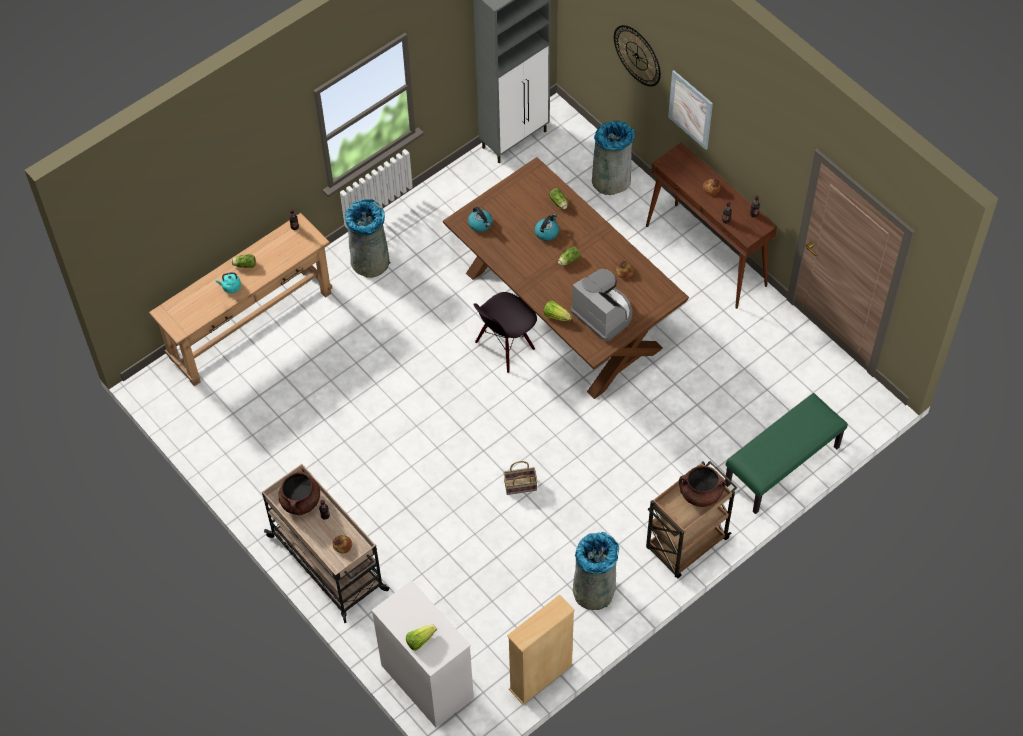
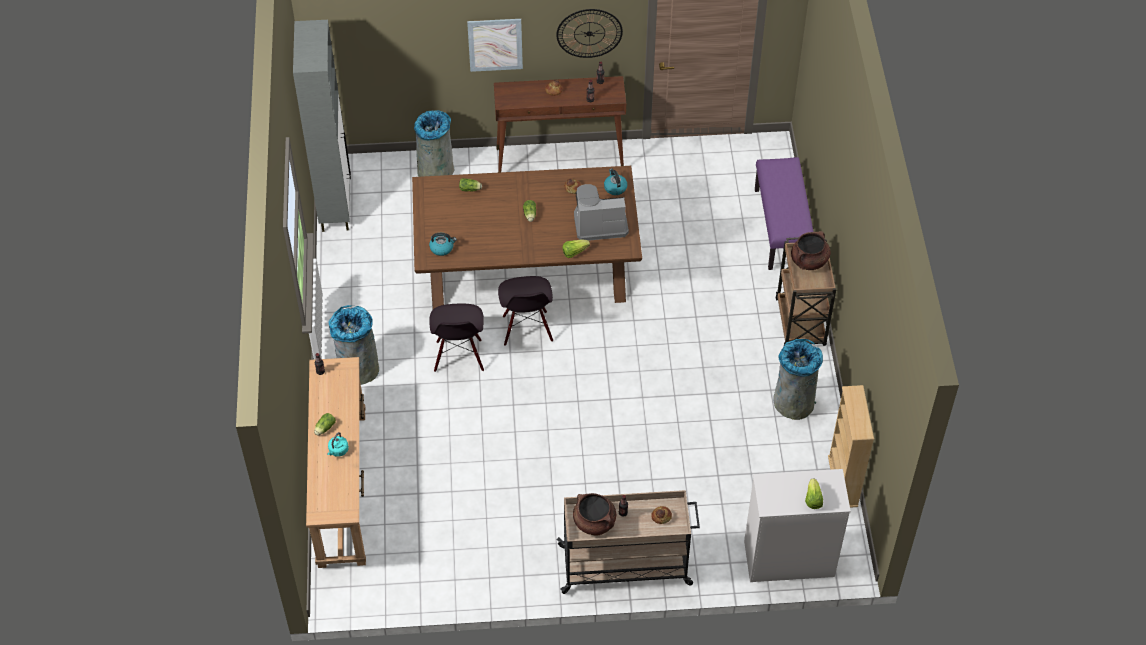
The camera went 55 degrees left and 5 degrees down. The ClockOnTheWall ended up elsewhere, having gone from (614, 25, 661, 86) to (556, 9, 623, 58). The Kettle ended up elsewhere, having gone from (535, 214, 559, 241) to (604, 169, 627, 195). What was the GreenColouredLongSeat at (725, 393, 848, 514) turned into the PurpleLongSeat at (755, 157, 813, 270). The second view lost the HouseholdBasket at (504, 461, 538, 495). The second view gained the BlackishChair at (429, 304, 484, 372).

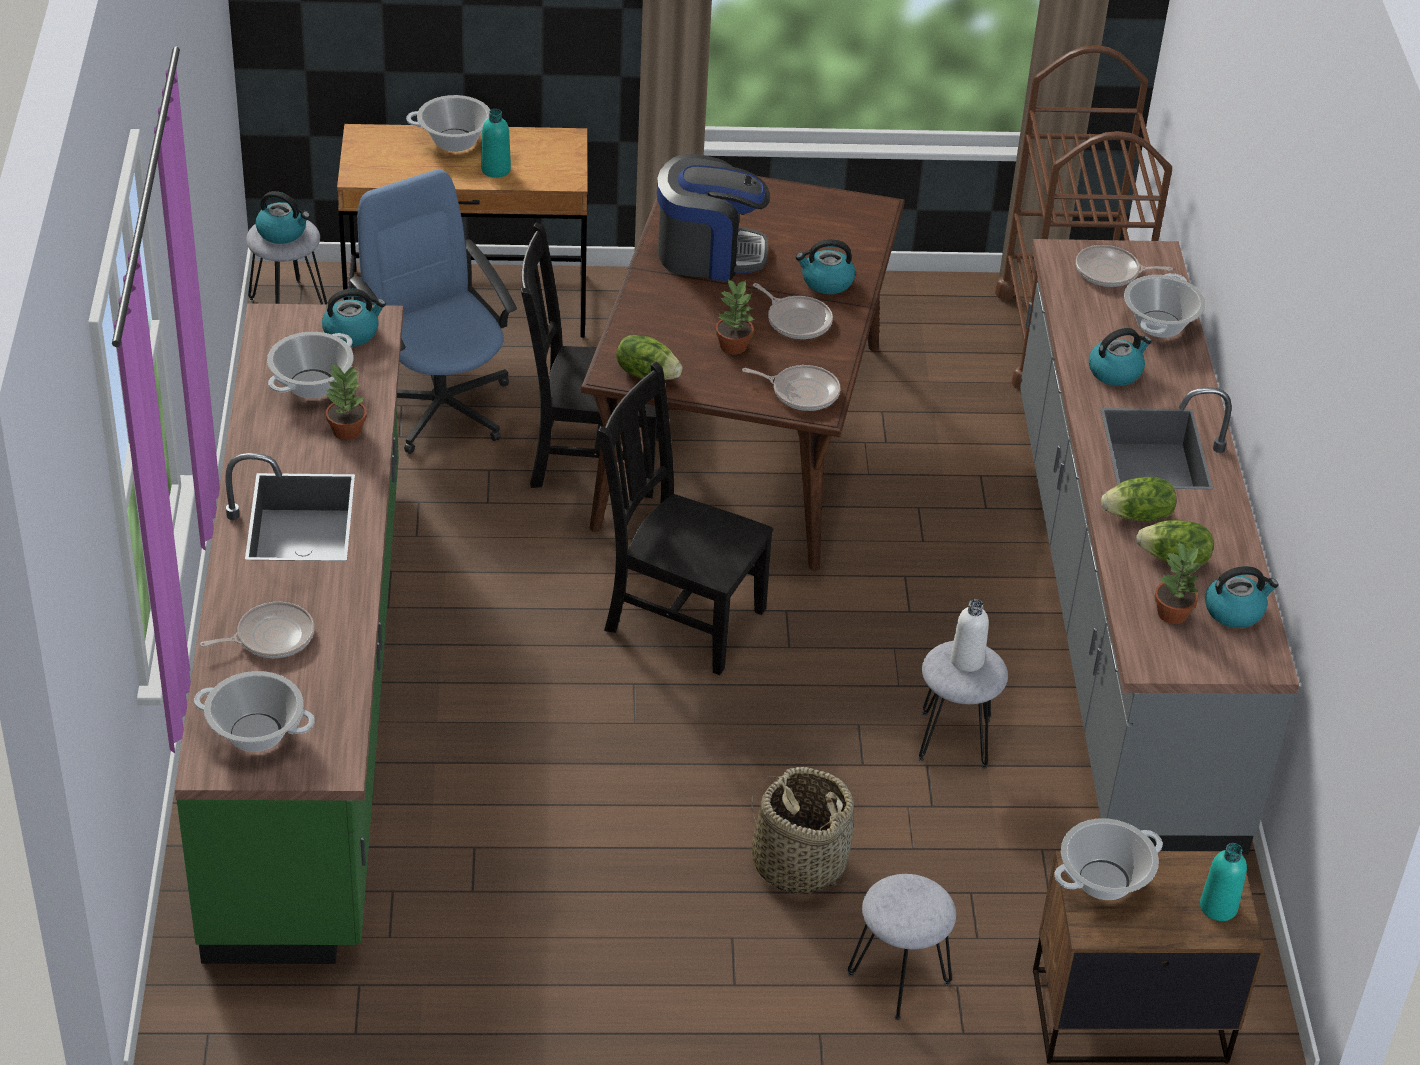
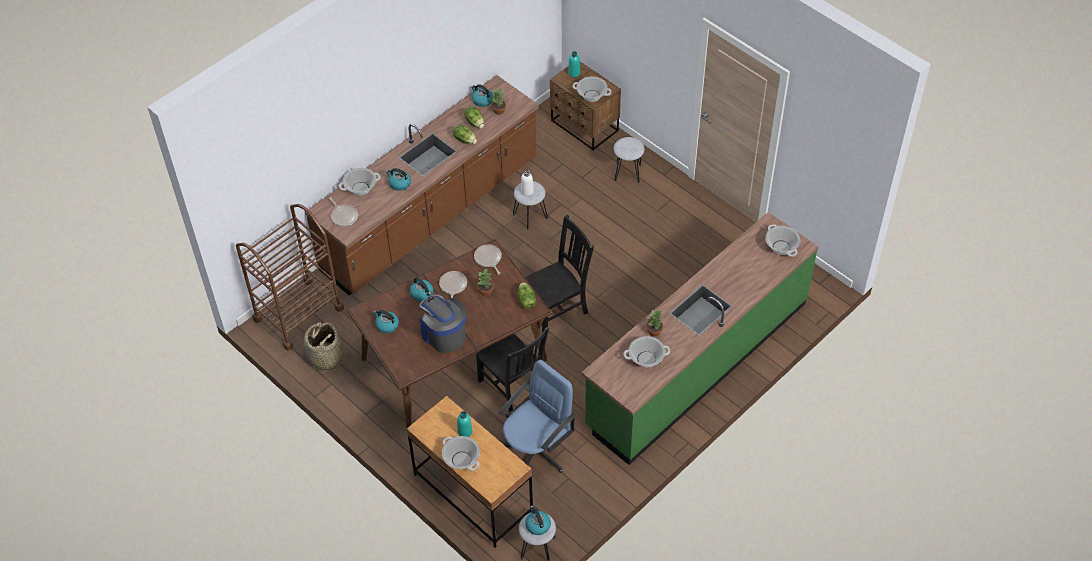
The camera went 130 degrees left and 10 degrees up. The BluishDeskChair at (349, 169, 517, 454) ended up facing another way, 150 degrees counterclockwise from before. What was the GrayCounter at (1020, 239, 1299, 854) turned into the BrownColouredCounter at (305, 75, 539, 295). The Kettle ended up elsewhere, having gone from (322, 289, 386, 347) to (373, 310, 399, 333). The BlackishChair at (598, 362, 774, 675) ended up facing another way, 105 degrees counterclockwise from before. The second view lost the Pan at (200, 602, 314, 658). The HouseholdBasket ended up elsewhere, having gone from (752, 767, 854, 894) to (304, 322, 344, 373).

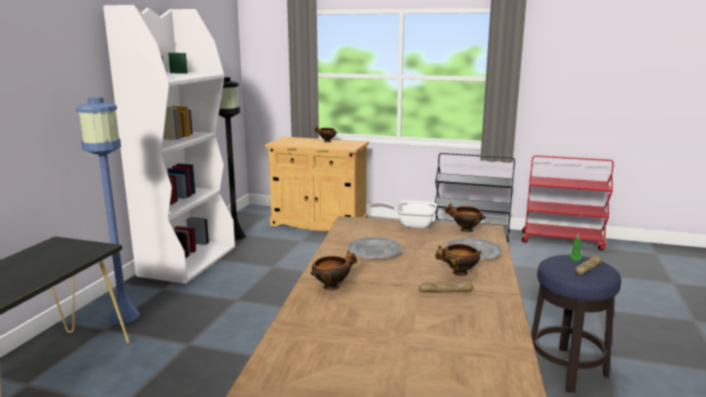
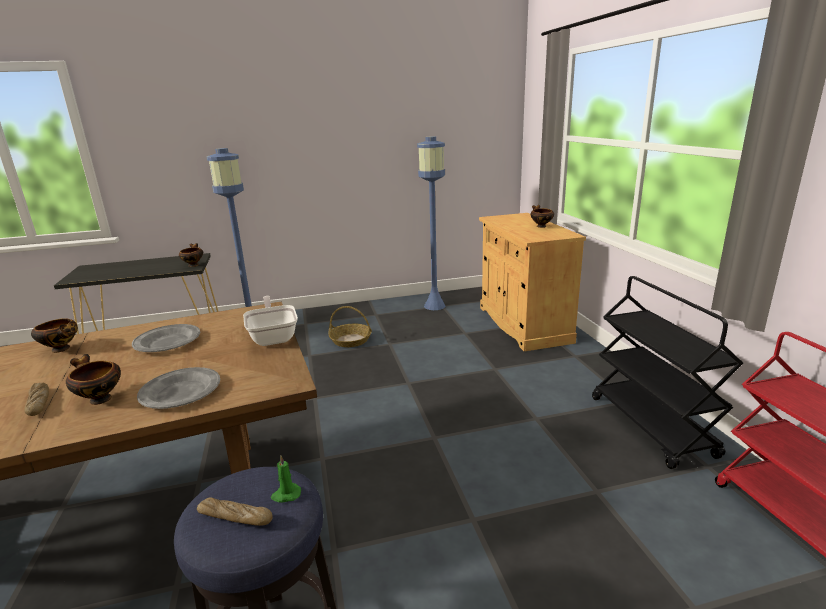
The camera went 60 degrees right and 5 degrees up. The second view lost the WhiteBookshelf at (103, 5, 235, 284). What was the BlackishFloorLamp at (219, 77, 246, 240) turned into the BluishFloorLamp at (417, 136, 445, 310). The Bowl ended up elsewhere, having gone from (445, 203, 486, 232) to (179, 243, 203, 267). The second view gained the HouseholdBasket at (328, 306, 372, 347).

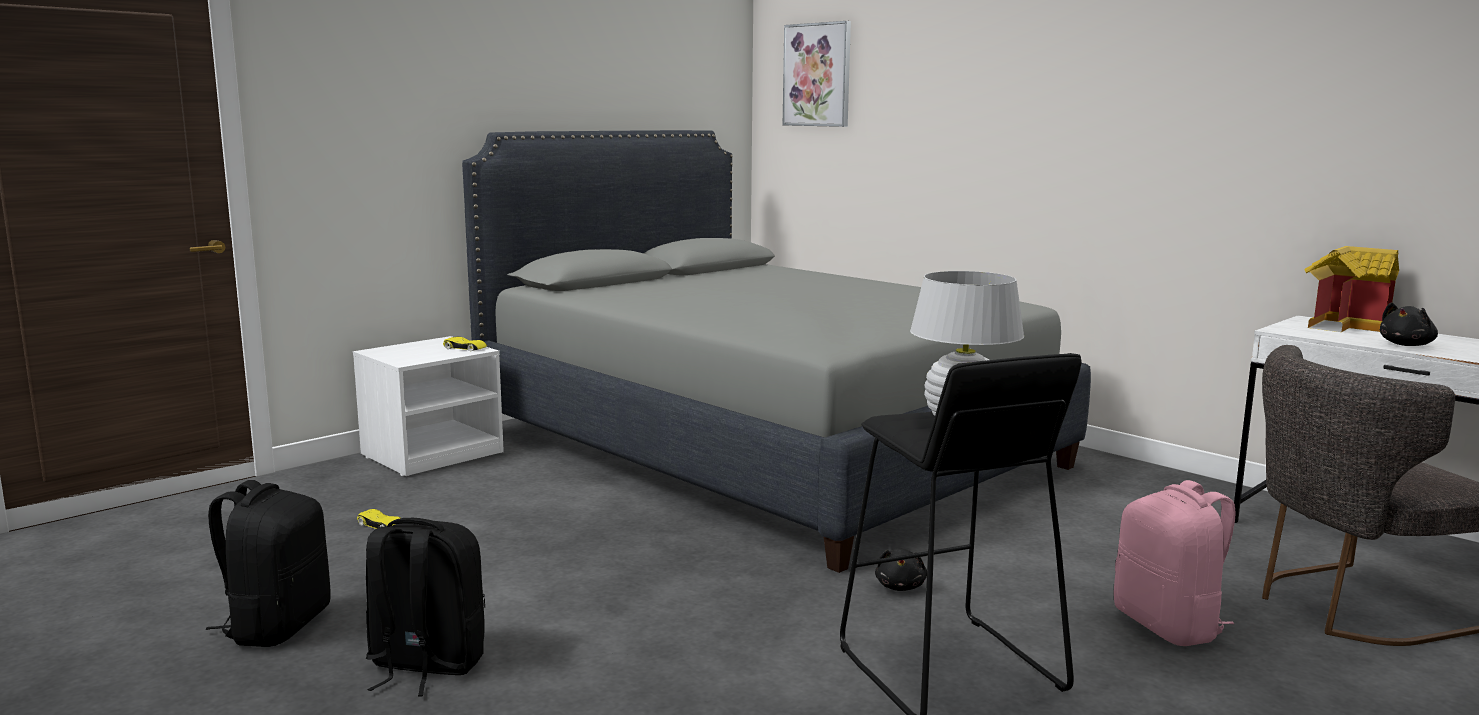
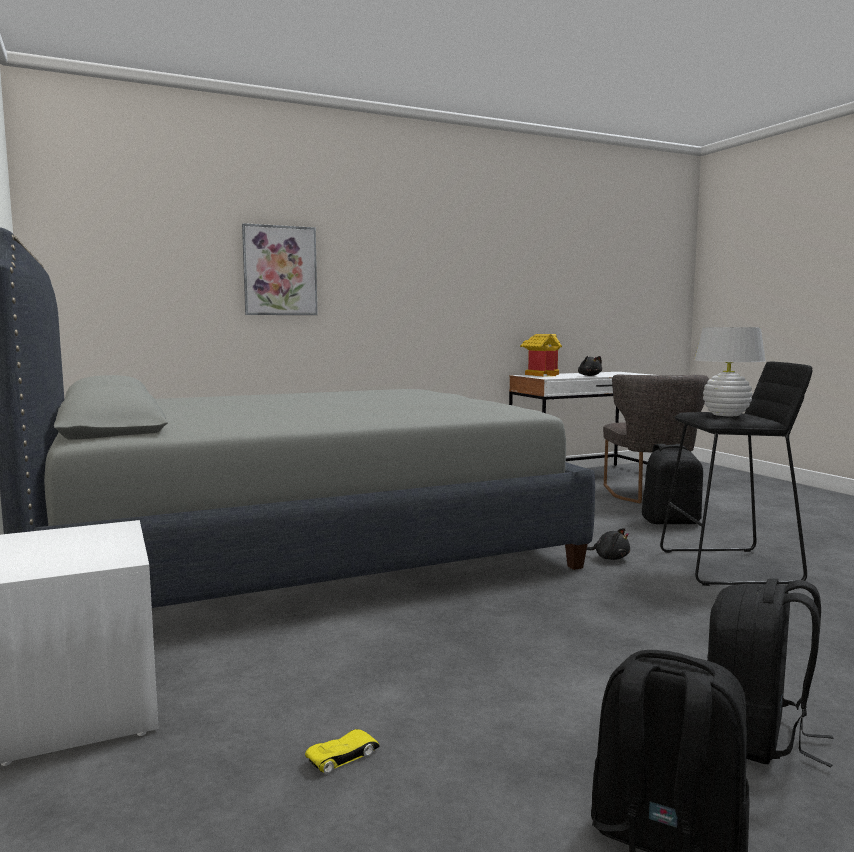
The camera went 70 degrees left and 5 degrees down. The WallArt ended up elsewhere, having gone from (783, 21, 851, 127) to (242, 223, 318, 315). The second view lost the YellowModelCar at (443, 337, 487, 351). What was the PinkishBackpack at (1114, 480, 1236, 646) turned into the BlackishBackpack at (642, 444, 703, 524).

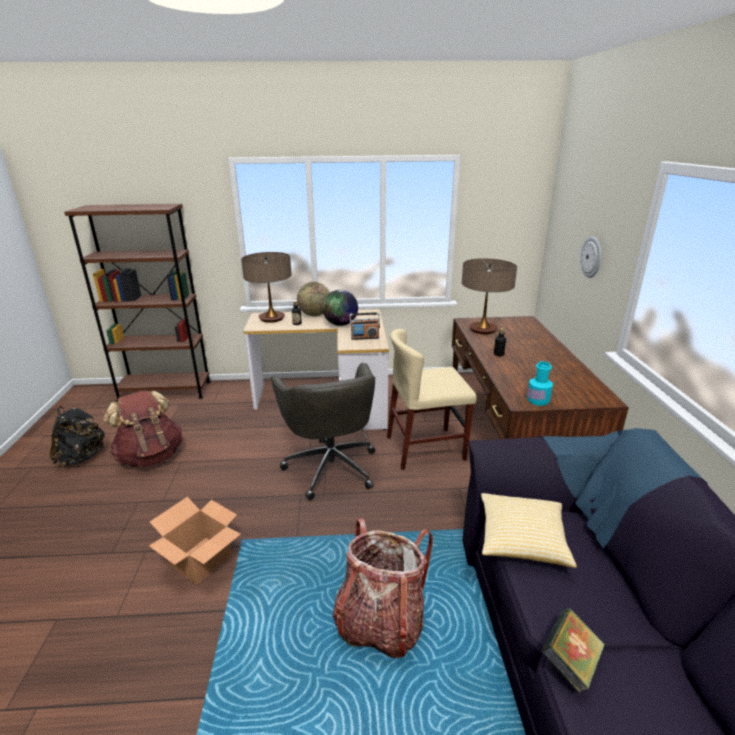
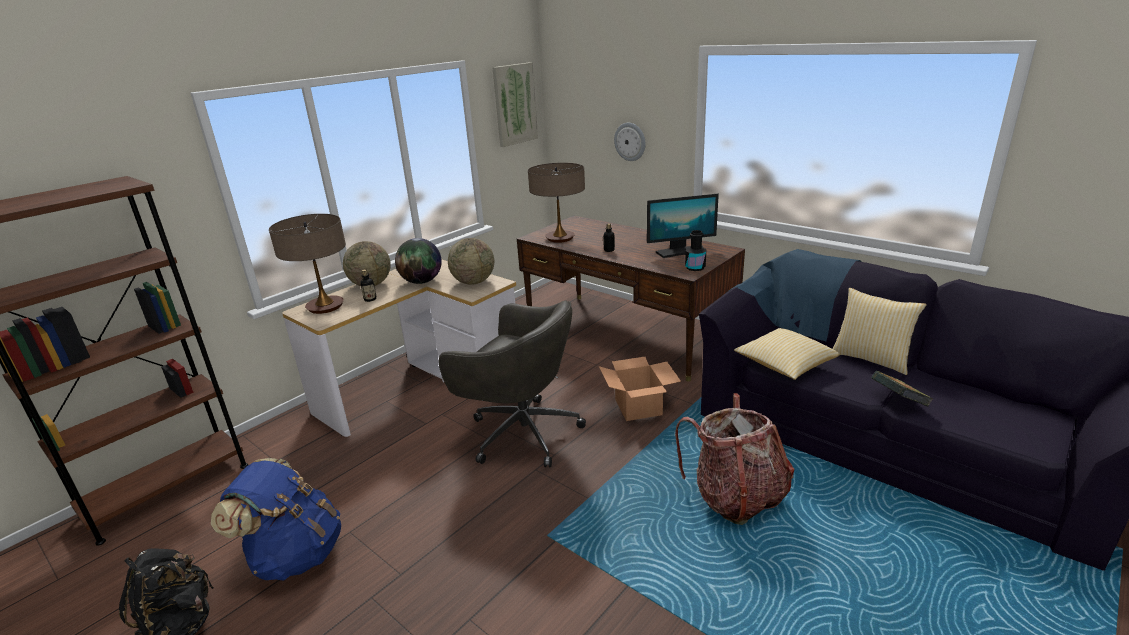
The camera went 45 degrees left and 0 degrees up. Where the RadioSet stood at (349, 312, 380, 340), the Globe came to stand at (448, 238, 494, 285). The second view lost the SandColouredChair at (387, 329, 477, 470). What was the TurquoiseColouredBottle at (527, 361, 553, 406) turned into the BlackishBottle at (685, 230, 706, 271). What was the BrownColouredBackpack at (104, 390, 183, 468) turned into the BluishBackpack at (211, 458, 341, 581). The PackingBox ended up elsewhere, having gone from (149, 497, 241, 585) to (599, 357, 681, 421). The second view gained the WallArt at (492, 62, 538, 147). The second view gained the ComputerScreen at (647, 194, 719, 258). The second view gained the ThrowPillow at (832, 288, 927, 375).

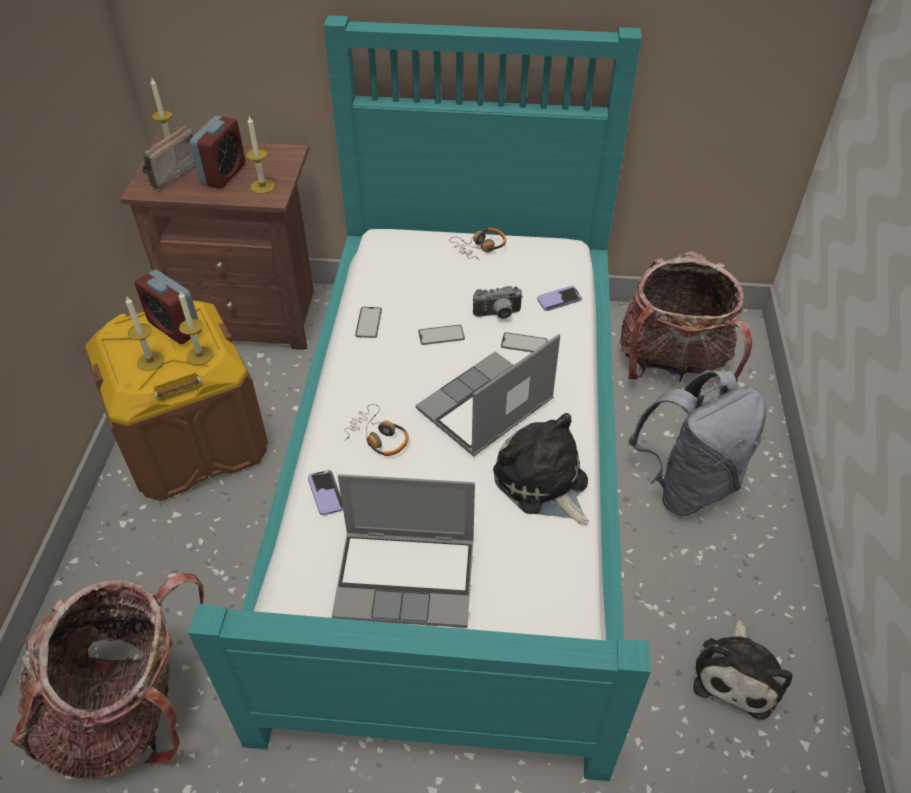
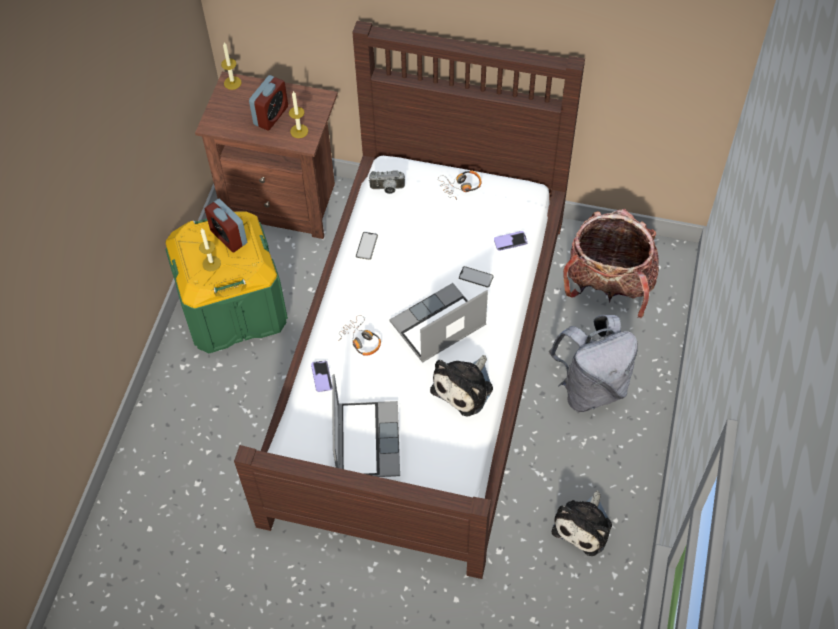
The camera went 10 degrees right and 10 degrees up. What was the TurquoiseColouredSleepingBed at (188, 15, 651, 781) turned into the BrownColouredSleepingBed at (234, 21, 585, 579). The second view lost the RadioSet at (142, 126, 195, 190). The StillCamera ended up elsewhere, having gone from (473, 286, 523, 319) to (369, 171, 405, 194). The second view lost the Candle at (179, 291, 213, 365). What was the BrownColouredStorageContainer at (85, 300, 268, 501) turned into the GreenColouredStorageContainer at (165, 211, 288, 353). The second view lost the Handset at (418, 325, 465, 345). The SoftToy at (493, 413, 589, 525) ended up facing another way, 120 degrees counterclockwise from before. The PortableComputer at (332, 474, 475, 628) ended up facing another way, 105 degrees counterclockwise from before. The second view lost the Backpack at (11, 573, 204, 779).

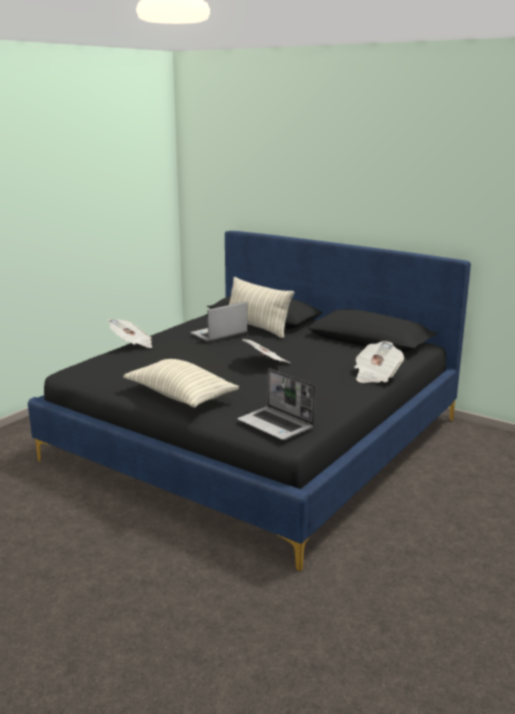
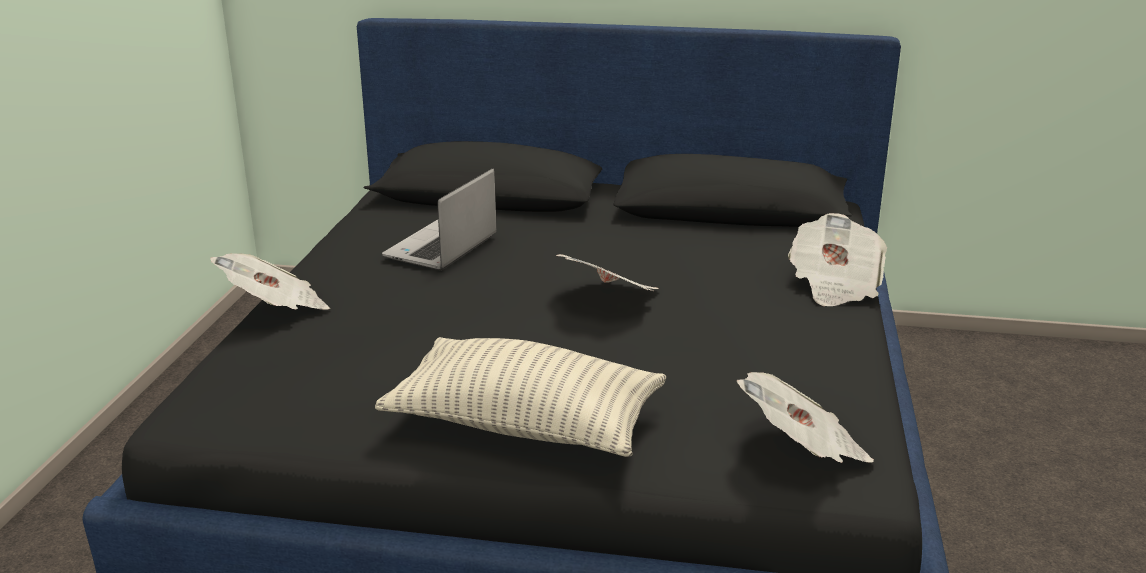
The camera went 25 degrees left and 5 degrees up. The second view lost the ThrowPillow at (229, 277, 294, 338). Where the PortableComputer stood at (237, 368, 315, 440), the PrintedPaper came to stand at (737, 372, 874, 463).

